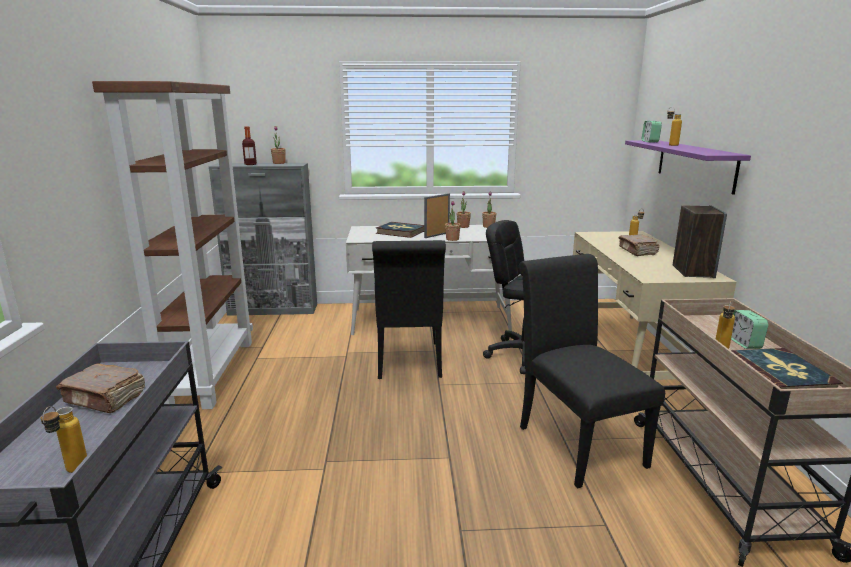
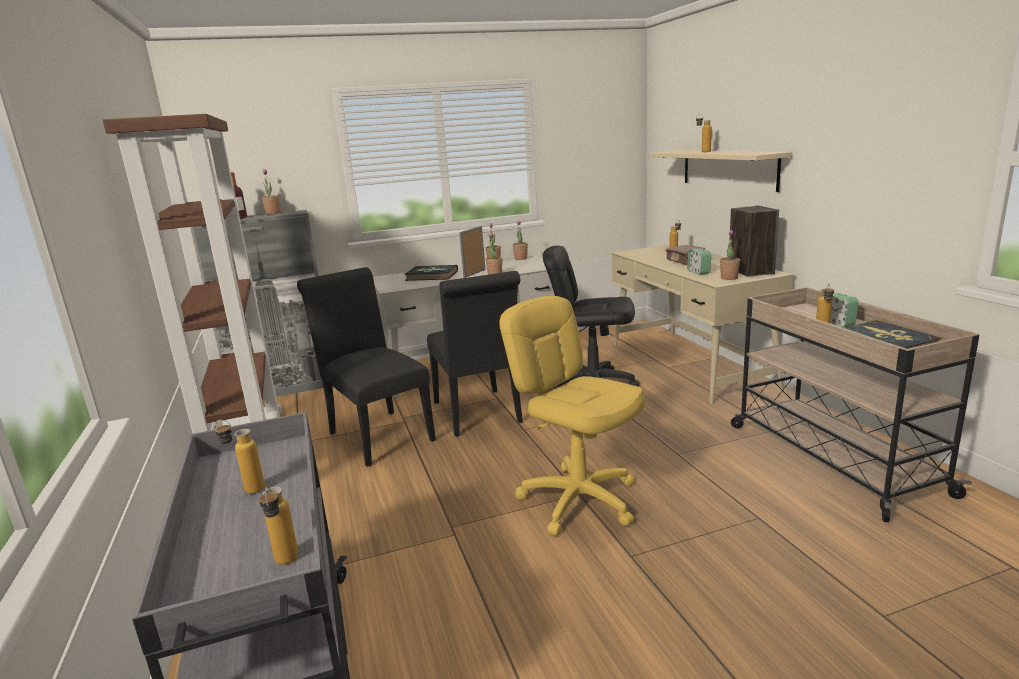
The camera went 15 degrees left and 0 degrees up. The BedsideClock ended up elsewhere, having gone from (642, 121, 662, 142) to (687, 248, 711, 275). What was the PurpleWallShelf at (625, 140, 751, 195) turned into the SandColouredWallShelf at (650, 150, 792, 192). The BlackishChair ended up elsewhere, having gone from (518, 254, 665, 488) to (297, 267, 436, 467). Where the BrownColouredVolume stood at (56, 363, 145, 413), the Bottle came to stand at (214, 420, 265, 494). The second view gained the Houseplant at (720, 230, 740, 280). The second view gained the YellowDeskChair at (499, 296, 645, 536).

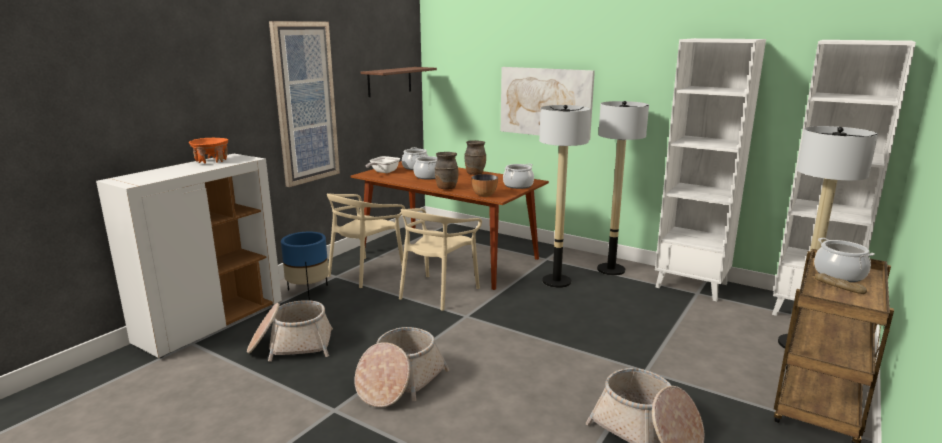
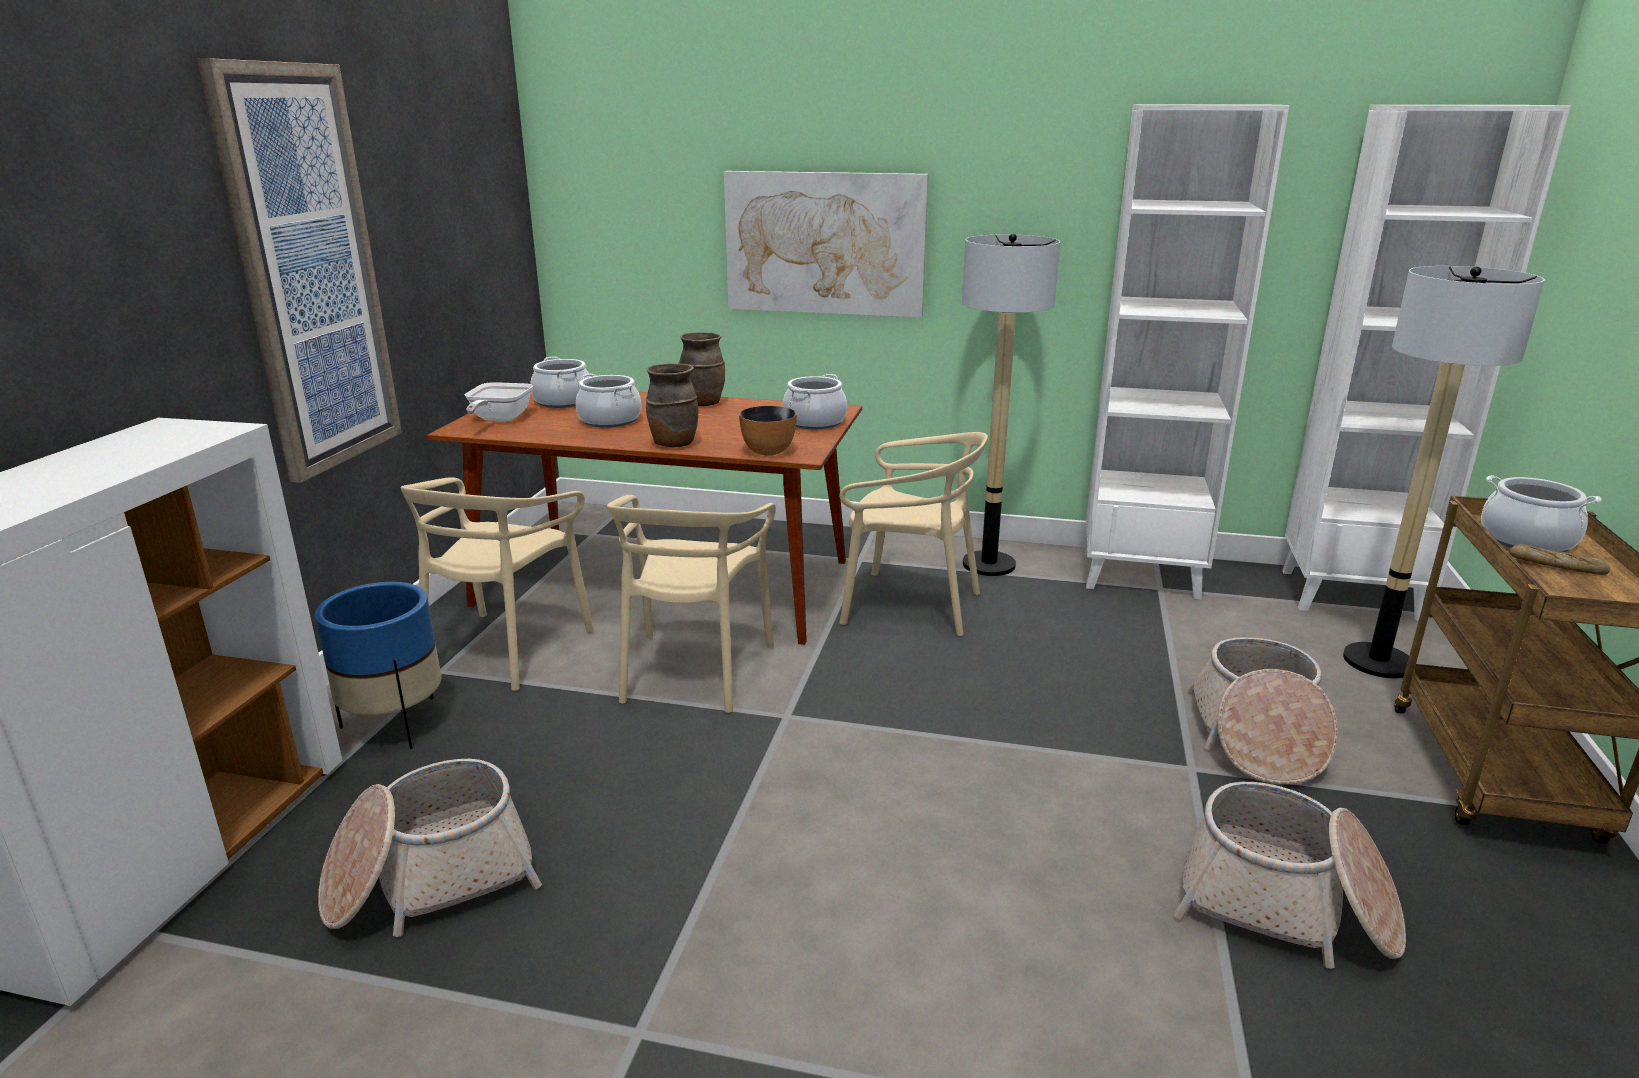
The camera went 20 degrees left and 5 degrees up. The second view lost the WallShelf at (361, 67, 437, 97). Where the FloorLamp stood at (539, 105, 591, 288), the SandColouredChair came to stand at (839, 432, 988, 636). The second view lost the OrangeBowl at (189, 138, 228, 164). The HouseholdBasket ended up elsewhere, having gone from (355, 327, 449, 407) to (1187, 637, 1338, 785).

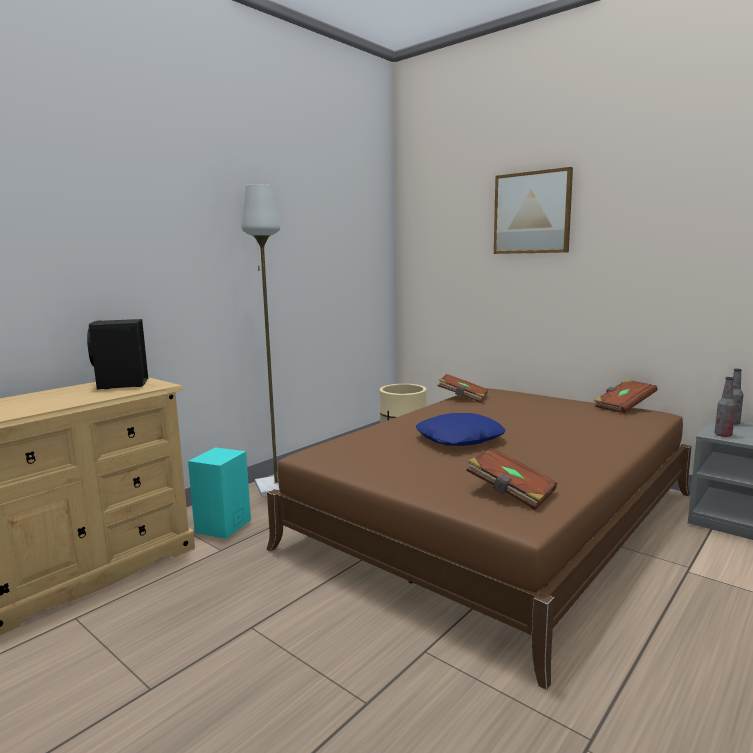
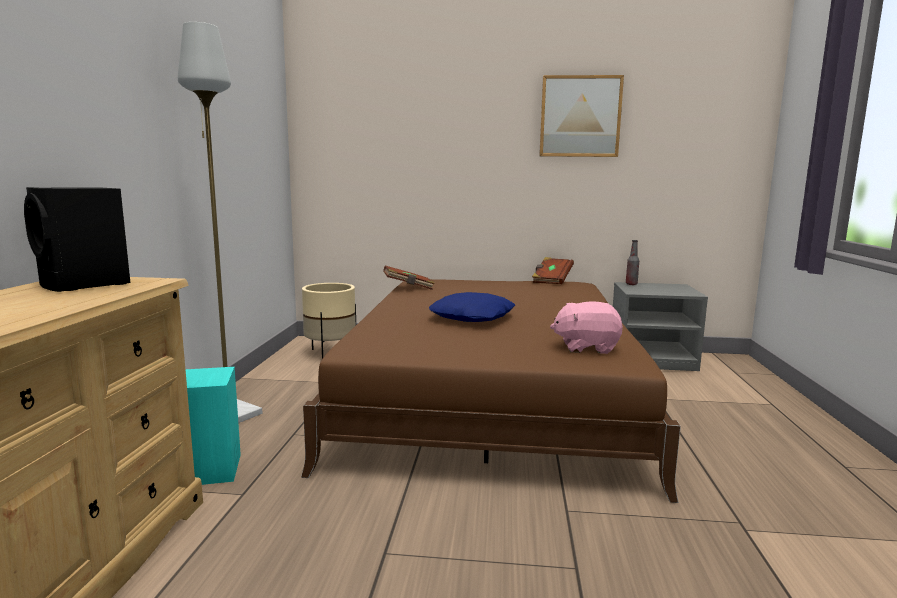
The camera went 35 degrees left and 0 degrees up. The WallArt ended up elsewhere, having gone from (494, 167, 573, 254) to (539, 75, 624, 157). The second view lost the Bottle at (715, 377, 736, 437). Where the BrownColouredVolume stood at (466, 448, 557, 510), the PinkishSoftToy came to stand at (550, 301, 623, 354).

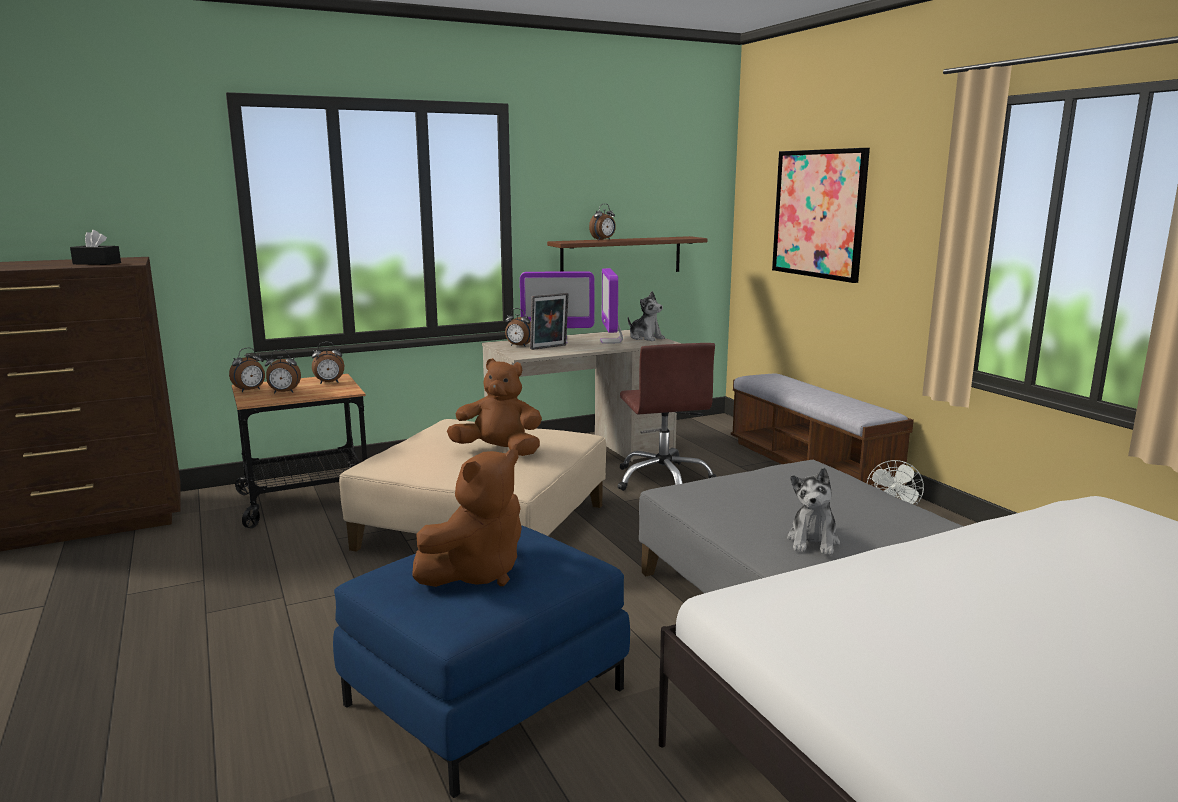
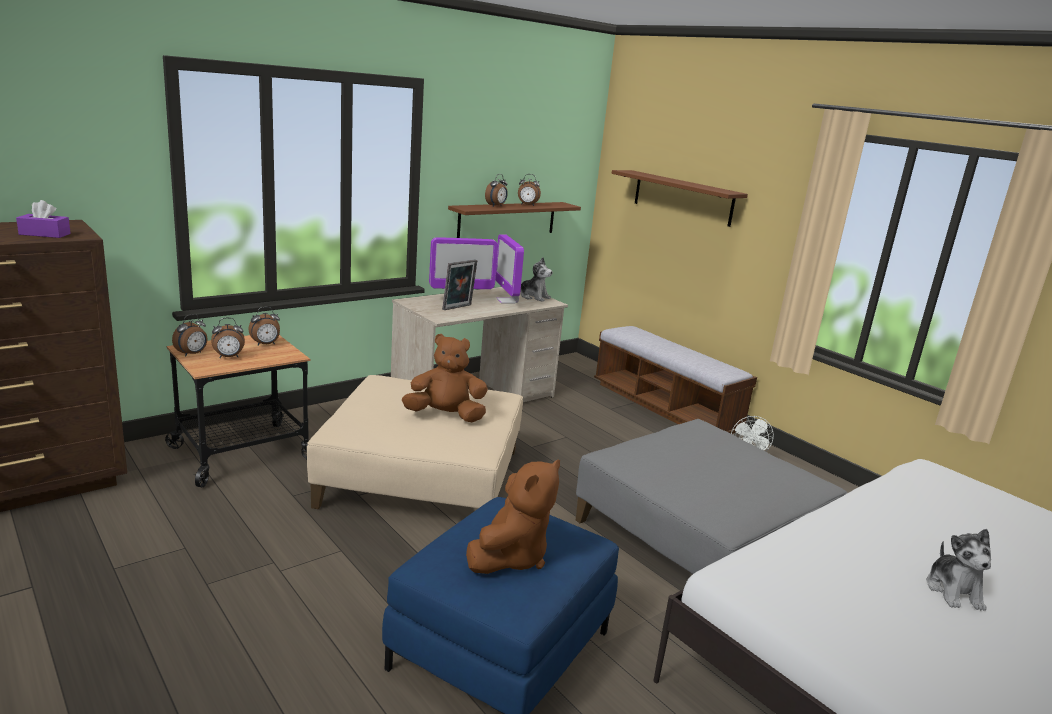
The camera went 15 degrees left and 5 degrees up. Where the WallArt hung at (772, 148, 870, 283), the BrownColouredWallShelf came to hang at (611, 170, 748, 227). What was the BlackishBoxOfTissues at (70, 230, 121, 265) turned into the PurpleBoxOfTissues at (16, 200, 71, 238). The BedsideClock ended up elsewhere, having gone from (505, 308, 531, 347) to (518, 174, 541, 206). The second view lost the BrownColouredDeskChair at (618, 343, 717, 491). The SoftToy ended up elsewhere, having gone from (787, 468, 840, 555) to (927, 529, 991, 611).

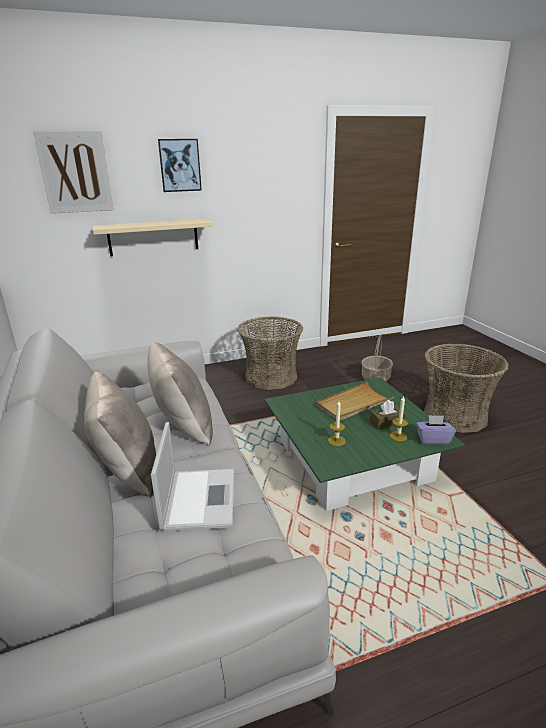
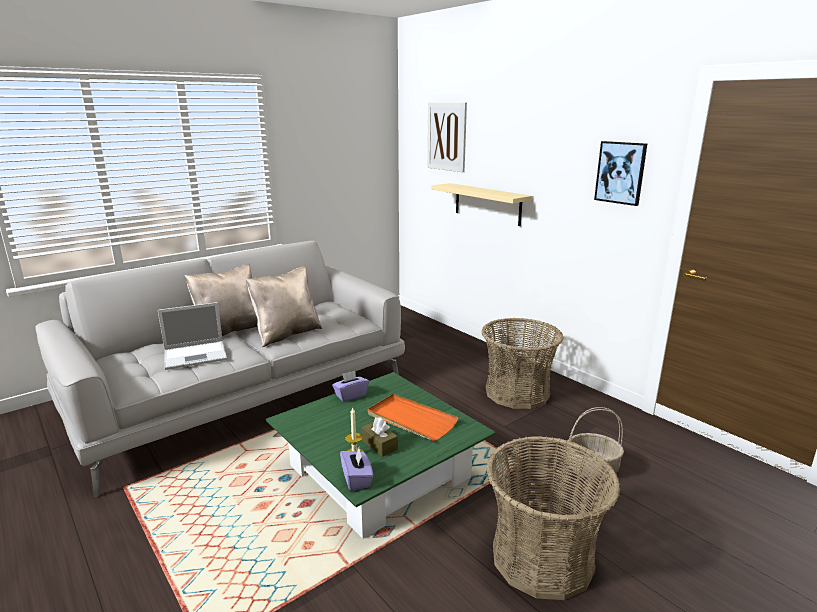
The camera went 70 degrees right and 5 degrees down. The WallArt ended up elsewhere, having gone from (158, 139, 202, 192) to (594, 141, 647, 206). What was the SandColouredTray at (316, 382, 394, 421) turned into the OrangeTray at (368, 394, 459, 441). The second view lost the Candle at (328, 401, 346, 446). The second view gained the PurpleBoxOfTissues at (332, 371, 369, 402).

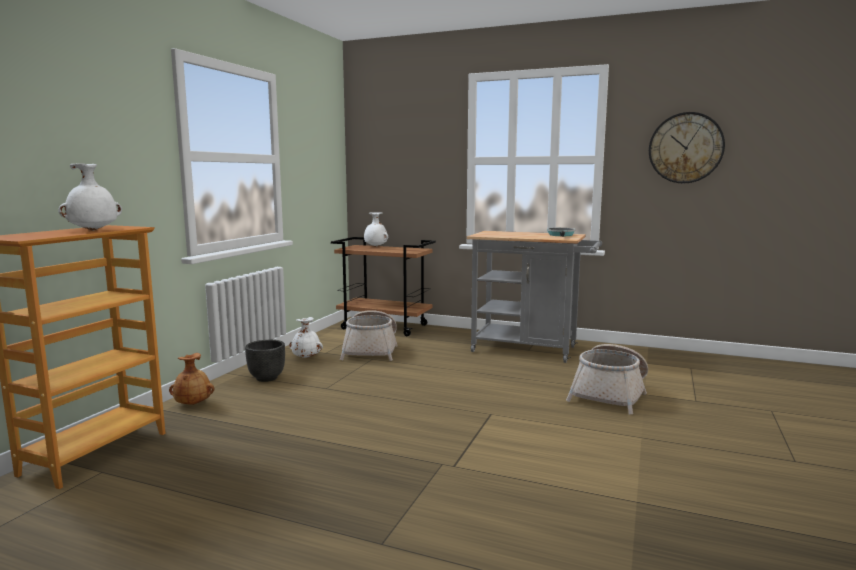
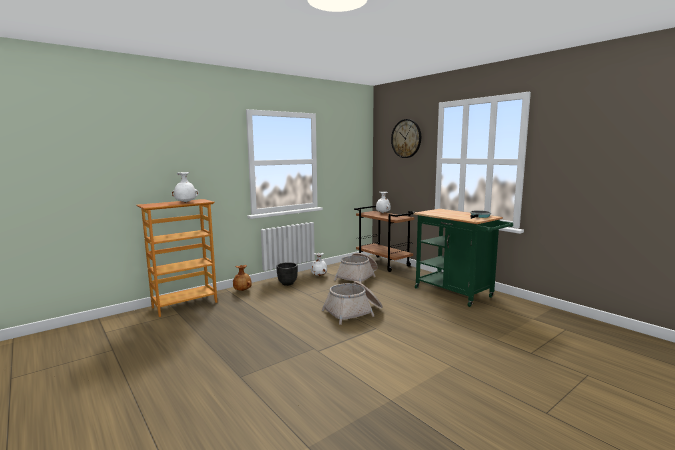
The camera went 30 degrees right and 0 degrees up. The ClockOnTheWall ended up elsewhere, having gone from (649, 112, 725, 183) to (391, 119, 421, 158). What was the GrayTrolley at (466, 231, 602, 363) turned into the GreenColouredTrolley at (413, 209, 513, 307). The HouseholdBasket ended up elsewhere, having gone from (566, 344, 648, 414) to (322, 281, 382, 325).

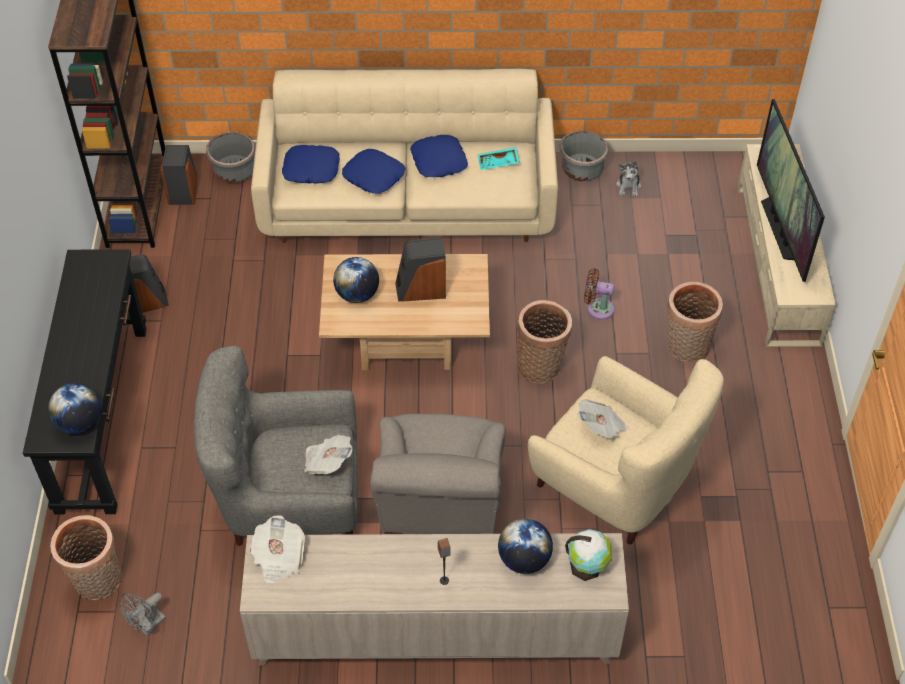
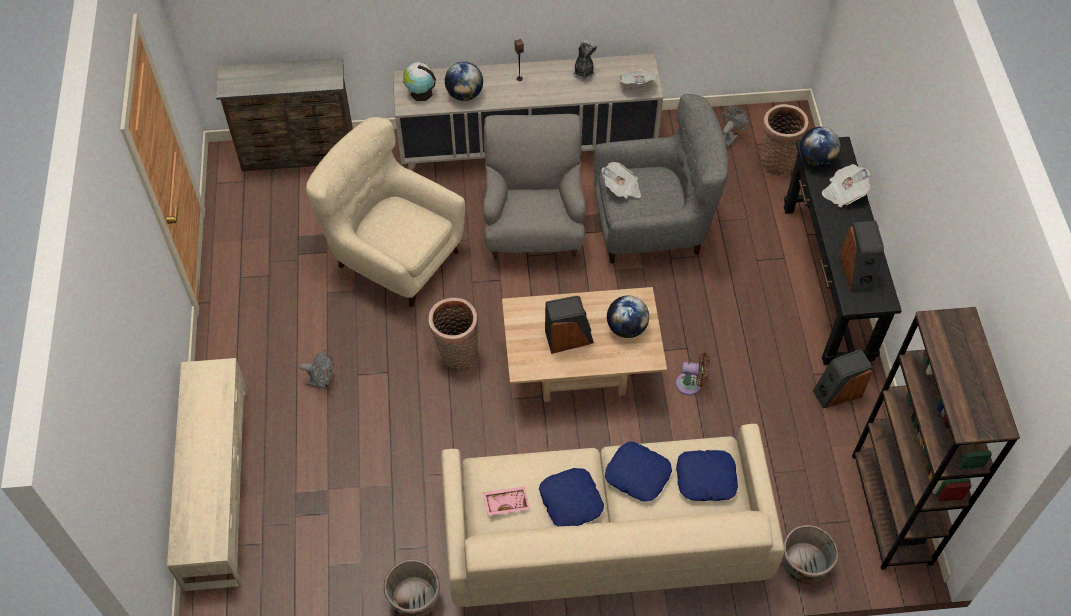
The camera went 175 degrees right and 5 degrees up. The second view lost the Television at (757, 99, 825, 282). The Speaker ended up elsewhere, having gone from (160, 145, 197, 205) to (839, 221, 884, 293). What was the TurquoiseColouredTray at (477, 147, 520, 170) turned into the PinkishTray at (483, 486, 530, 516). The SoftToy ended up elsewhere, having gone from (616, 161, 641, 197) to (572, 40, 597, 80). The BrownColouredFan ended up elsewhere, having gone from (584, 268, 615, 320) to (676, 353, 710, 395). Where the HouseholdBasket stood at (668, 282, 723, 362), the GrayFan came to stand at (299, 350, 334, 389). The PrintedPaper ended up elsewhere, having gone from (577, 399, 628, 439) to (822, 164, 870, 208). The second view gained the BrownColouredChestOfDrawers at (216, 58, 353, 171).

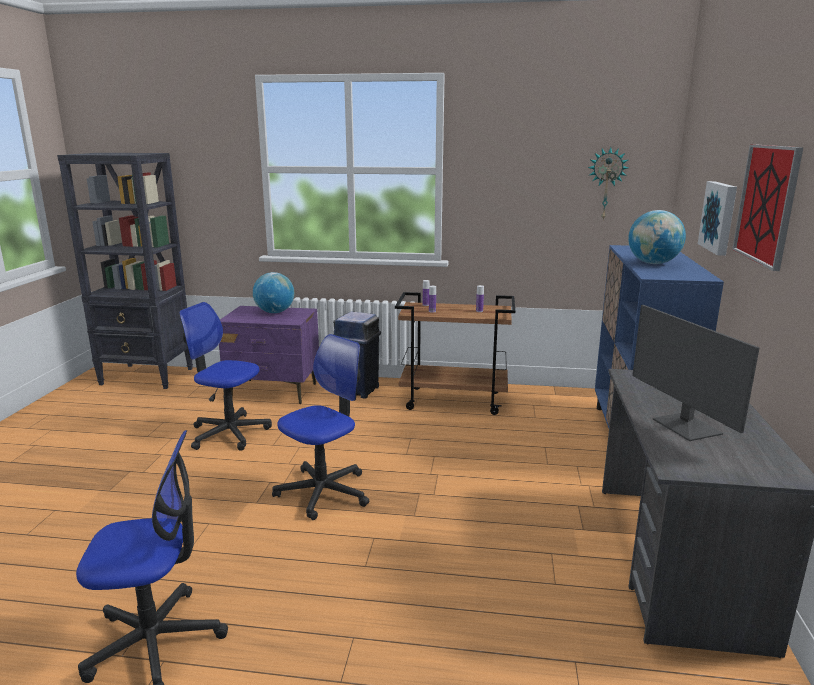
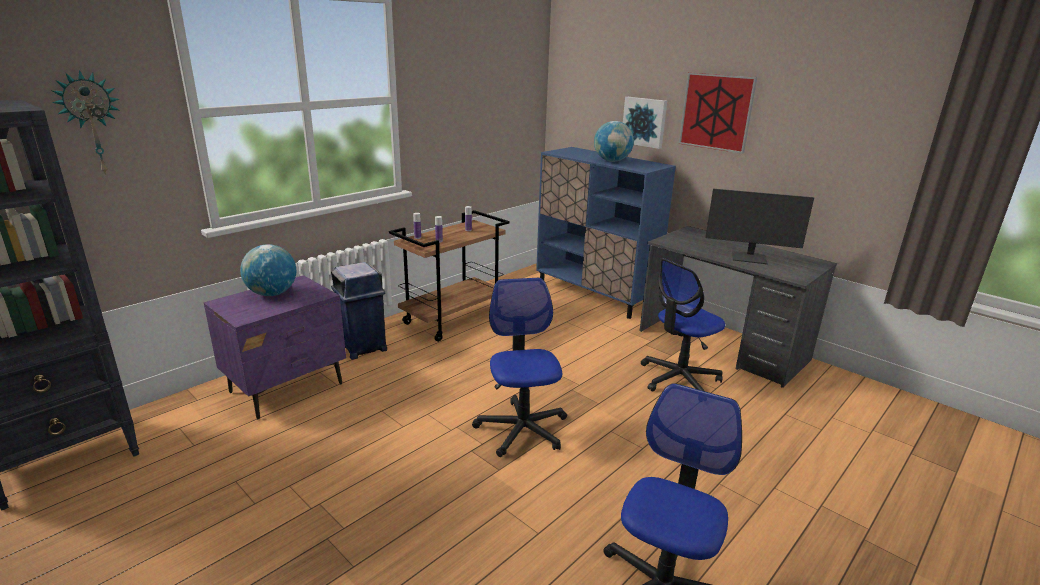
The camera went 55 degrees left and 5 degrees up. The ClockOnTheWall ended up elsewhere, having gone from (588, 147, 628, 220) to (51, 70, 119, 175). The DeskChair ended up elsewhere, having gone from (179, 302, 272, 451) to (641, 258, 725, 392).

